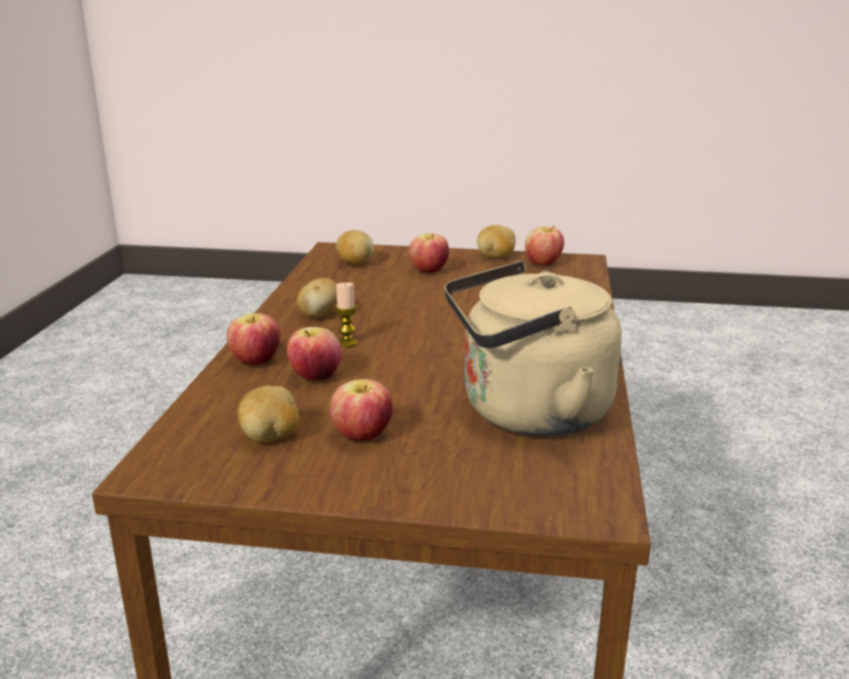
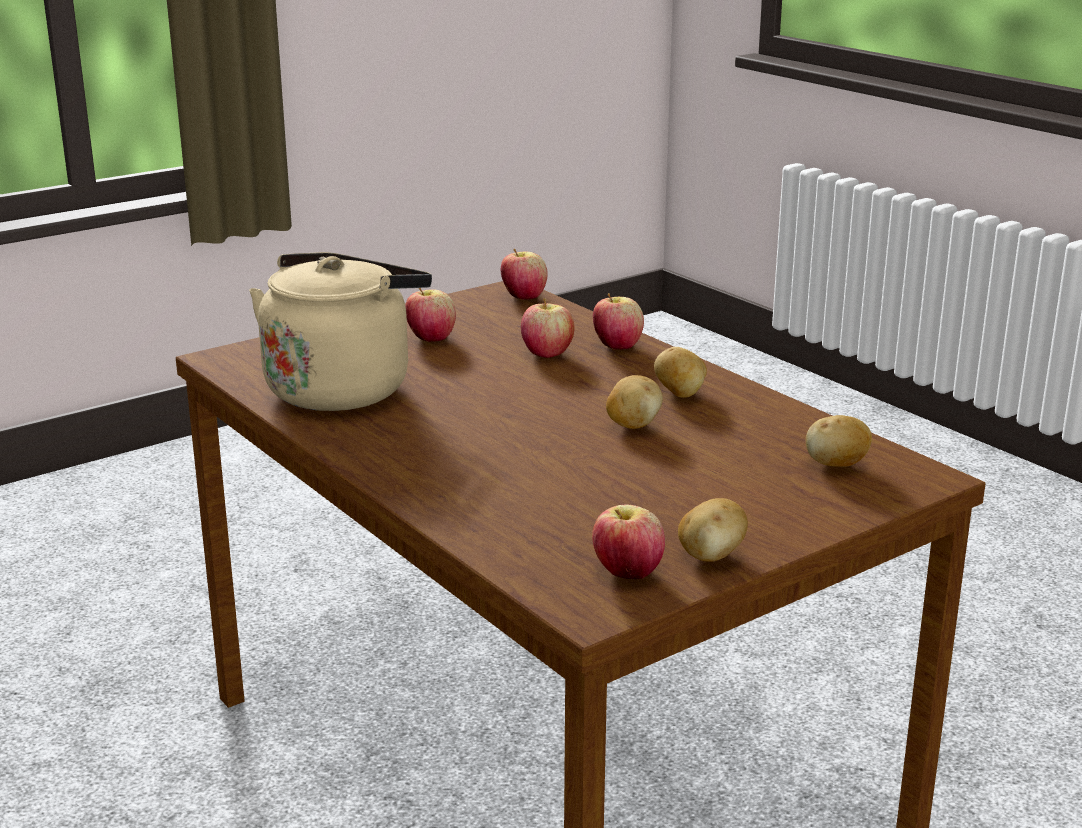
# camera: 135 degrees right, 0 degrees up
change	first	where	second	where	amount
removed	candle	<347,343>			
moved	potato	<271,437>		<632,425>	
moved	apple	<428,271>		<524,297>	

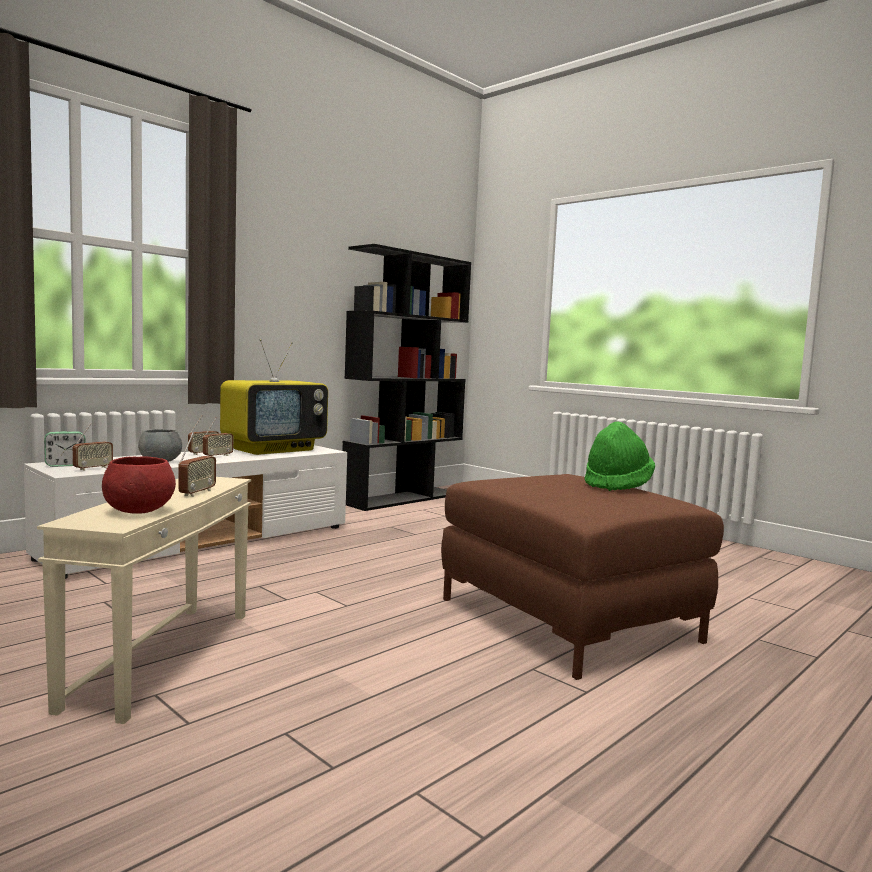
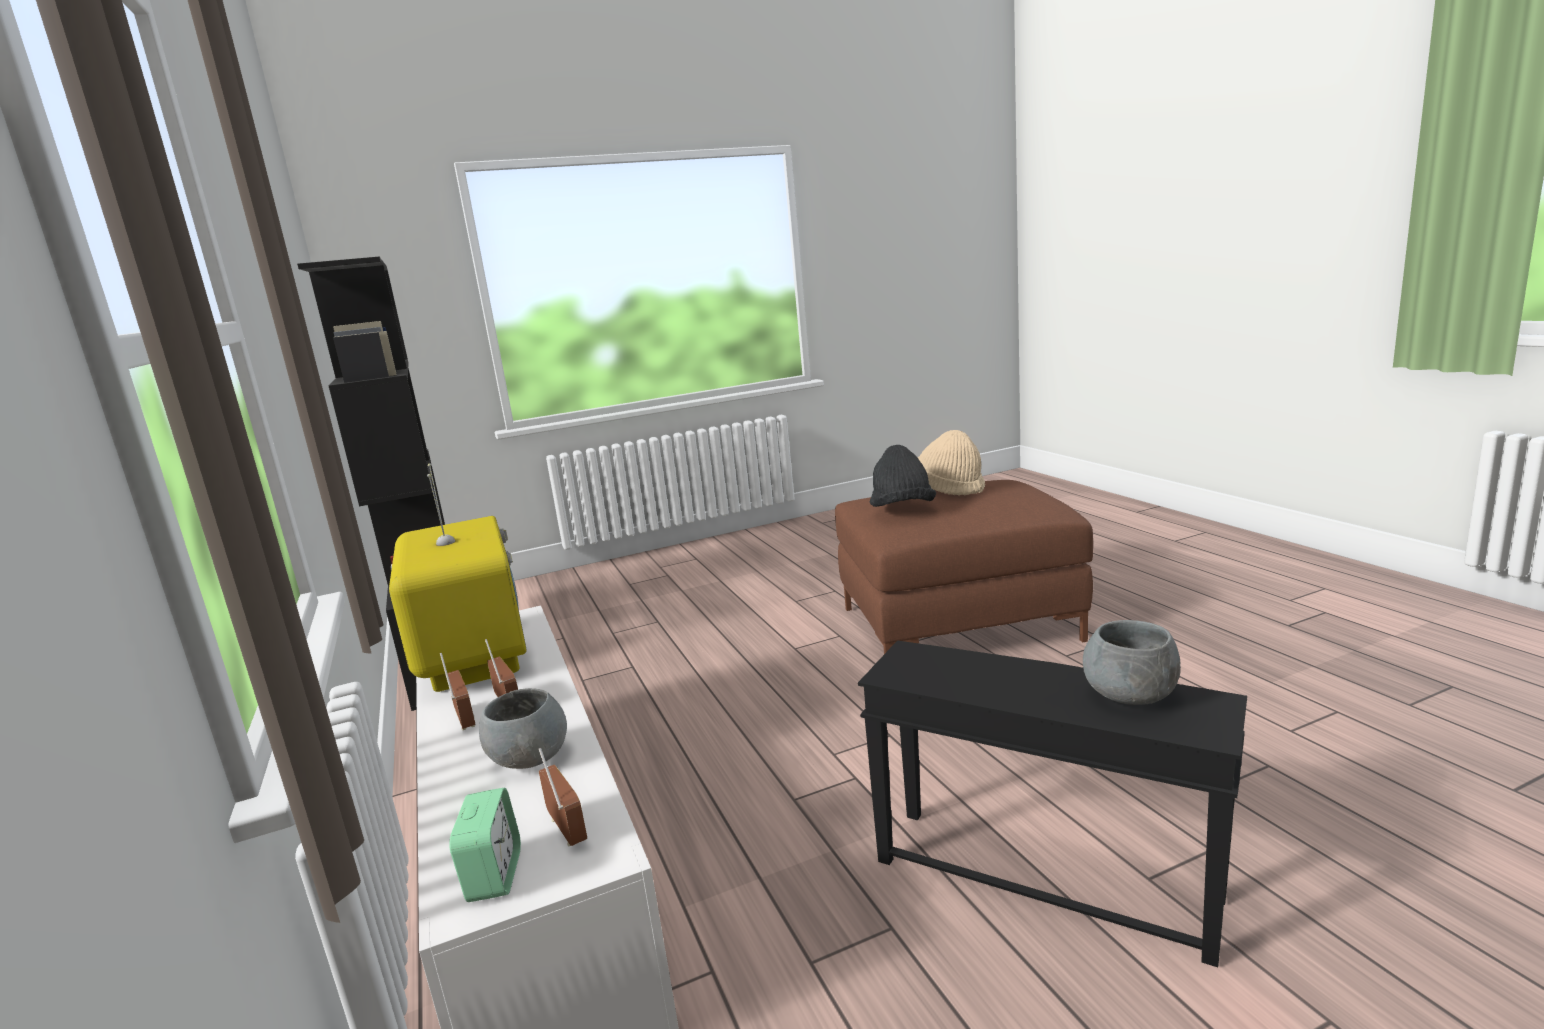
# camera: 65 degrees left, 10 degrees up
change	first	where	second	where	amount
removed	radio	<197,493>			
added			black hat	<902,510>	
recoloured	beige side table	<164,657>	black side table	<1043,877>	
recoloured	red bowl	<138,511>	grey bowl	<1130,696>	
recoloured	green hat	<617,485>	beige hat	<950,488>	

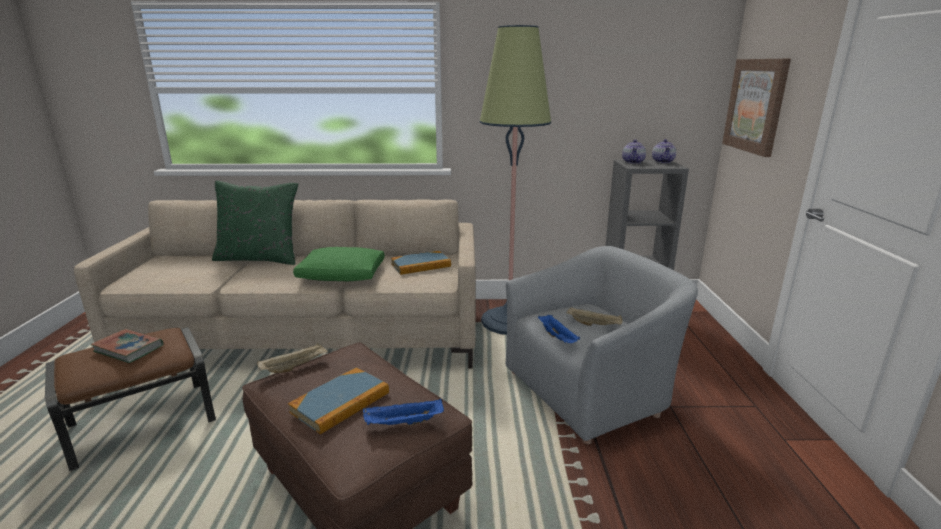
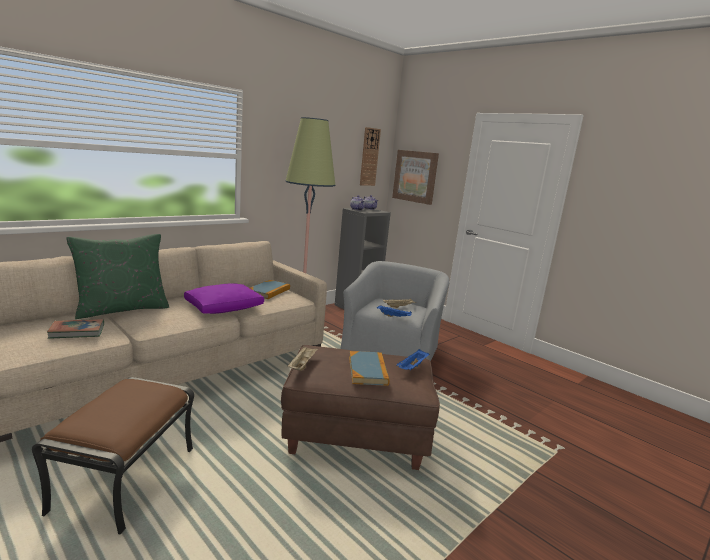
# camera: 45 degrees left, 5 degrees down
change	first	where	second	where	amount
added			wall clock	<369,157>	
moved	book	<128,349>		<77,332>	
recoloured	green pillow	<343,275>	purple pillow	<225,308>	

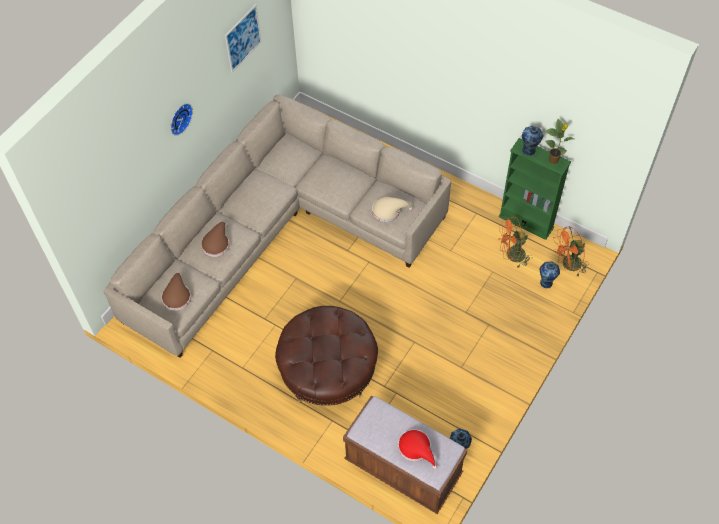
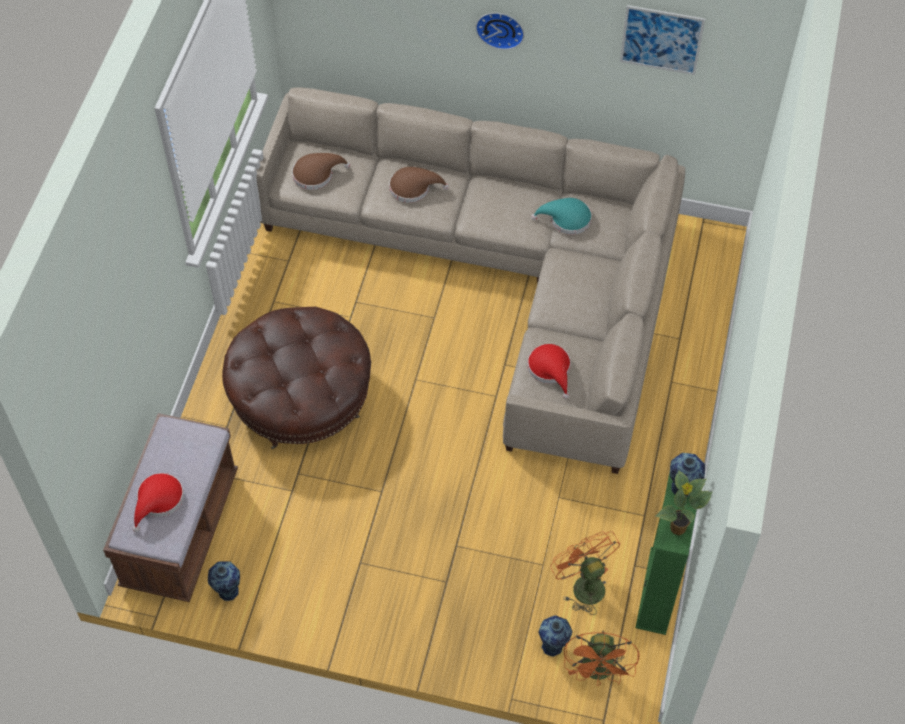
# camera: 70 degrees right, 0 degrees up
change	first	where	second	where	amount
added			turquoise hat	<566,219>	
recoloured	beige hat	<388,211>	red hat	<550,370>	
turned	orange fan	<568,265>		<599,672>	135 degrees counterclockwise

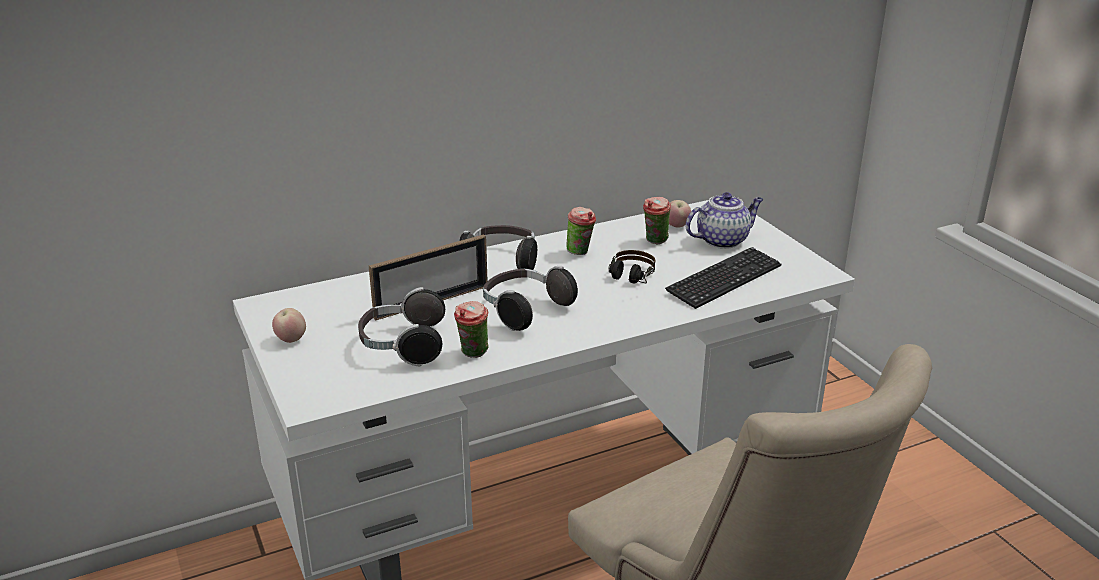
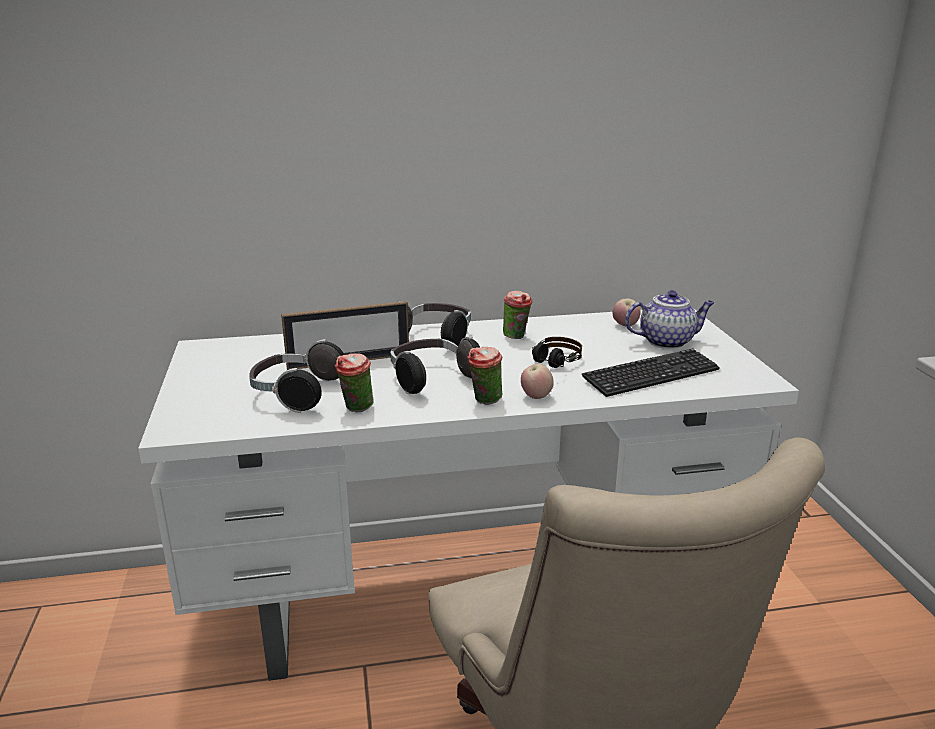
# camera: 15 degrees right, 5 degrees down
change	first	where	second	where	amount
moved	apple	<291,339>		<536,396>	
moved	cup	<655,242>		<485,401>	

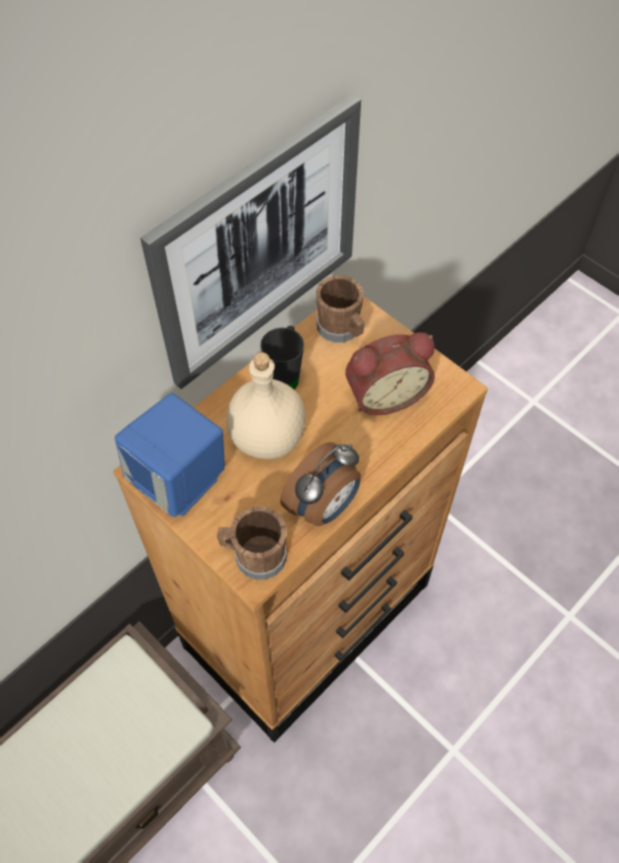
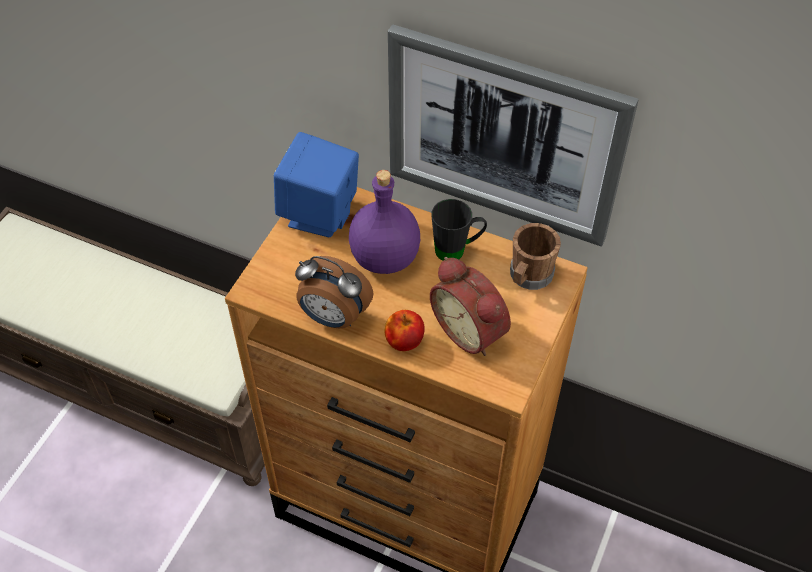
# camera: 70 degrees right, 5 degrees down
change	first	where	second	where	amount
removed	brown mug	<254,555>			
added			apple	<404,341>	
recoloured	beige bottle	<268,437>	purple bottle	<386,258>	

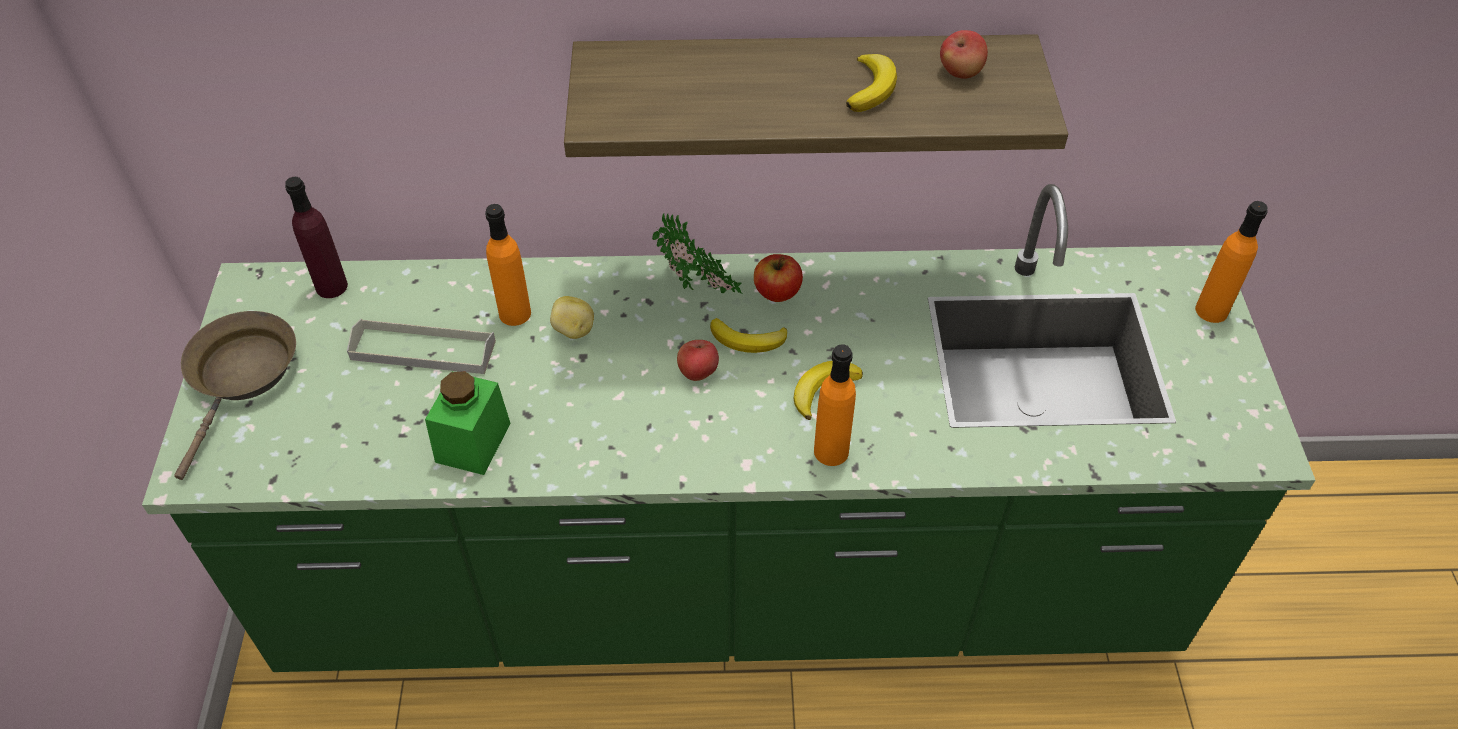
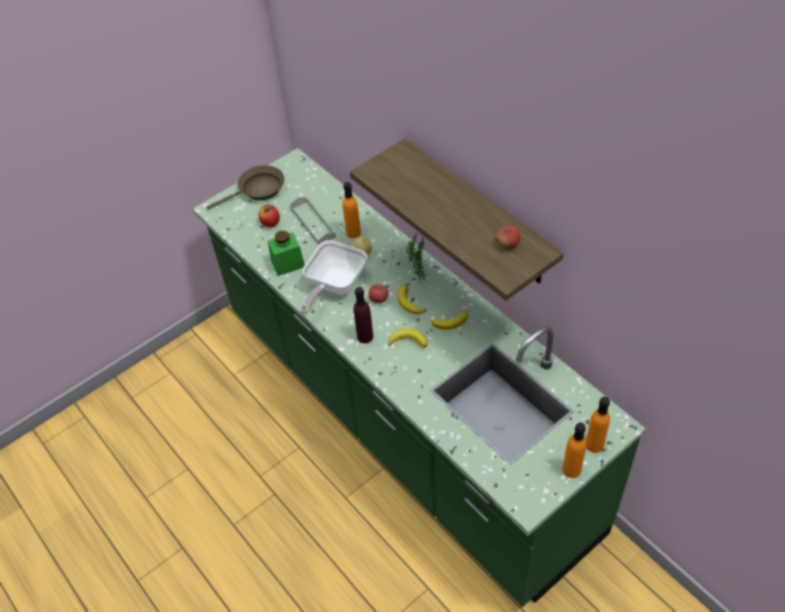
# camera: 55 degrees right, 0 degrees up
change	first	where	second	where	amount
added			frying pan	<333,286>	
moved	purple bottle	<331,286>		<365,337>	
moved	apple	<777,292>		<270,222>	
moved	orange bottle	<831,451>		<571,469>	
moved	banana	<871,87>		<452,322>	

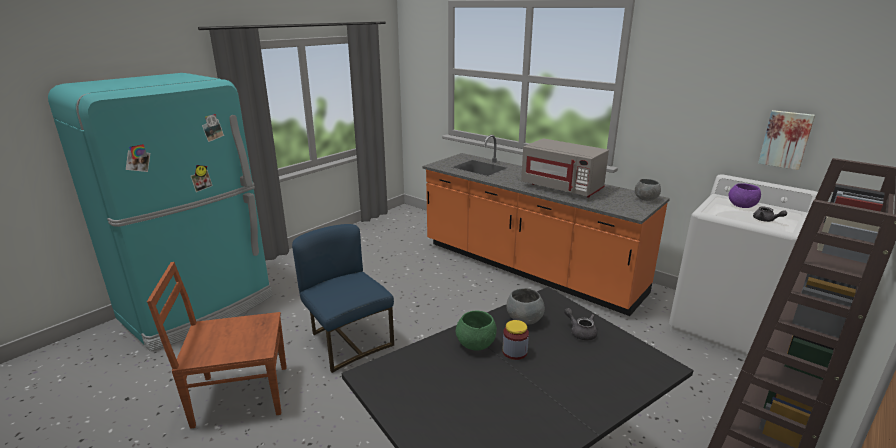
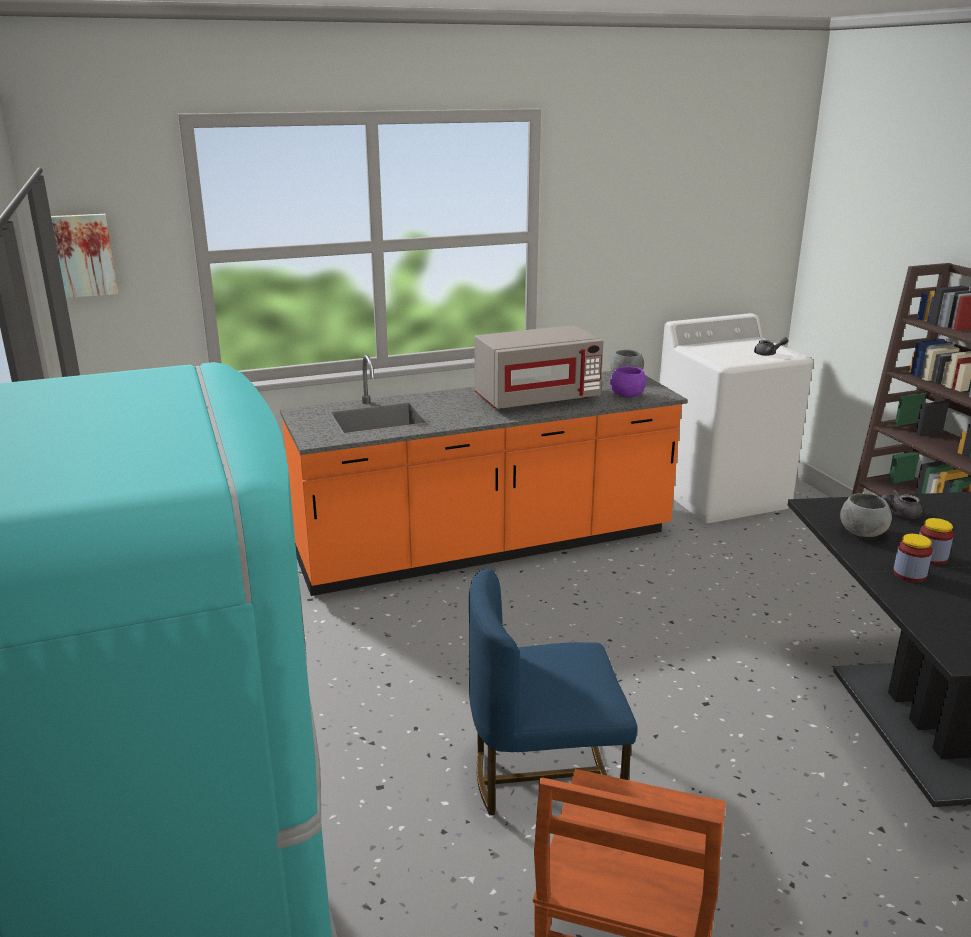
# camera: 60 degrees left, 0 degrees up
change	first	where	second	where	amount
moved	purple bowl	<741,206>		<627,396>	
moved	picture	<785,139>		<84,255>	
replaced	green bowl	<475,344>	jar	<909,574>	

